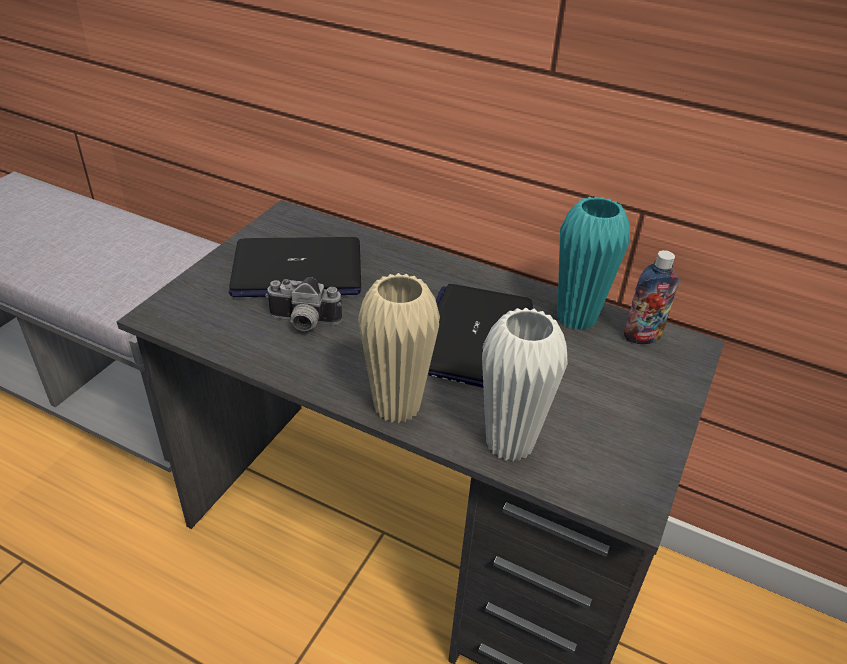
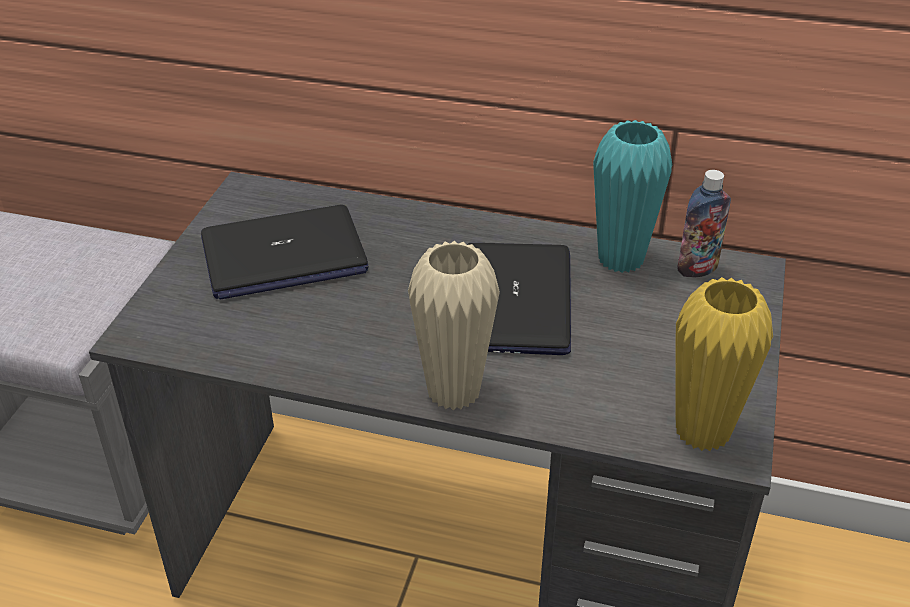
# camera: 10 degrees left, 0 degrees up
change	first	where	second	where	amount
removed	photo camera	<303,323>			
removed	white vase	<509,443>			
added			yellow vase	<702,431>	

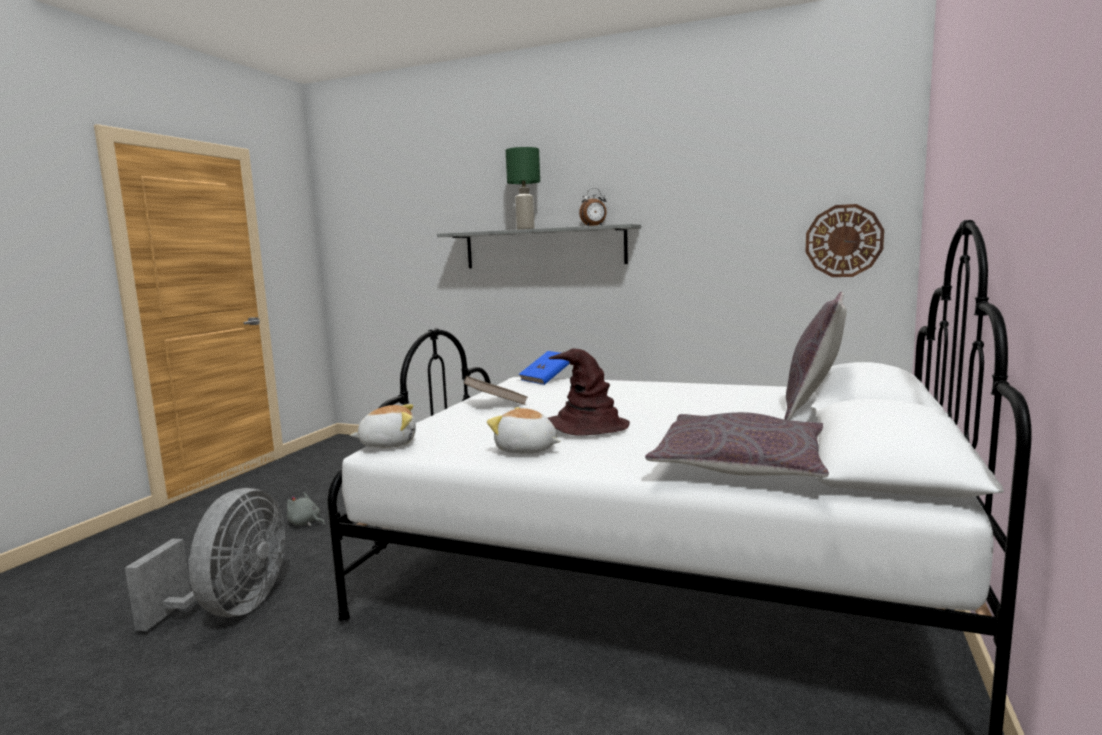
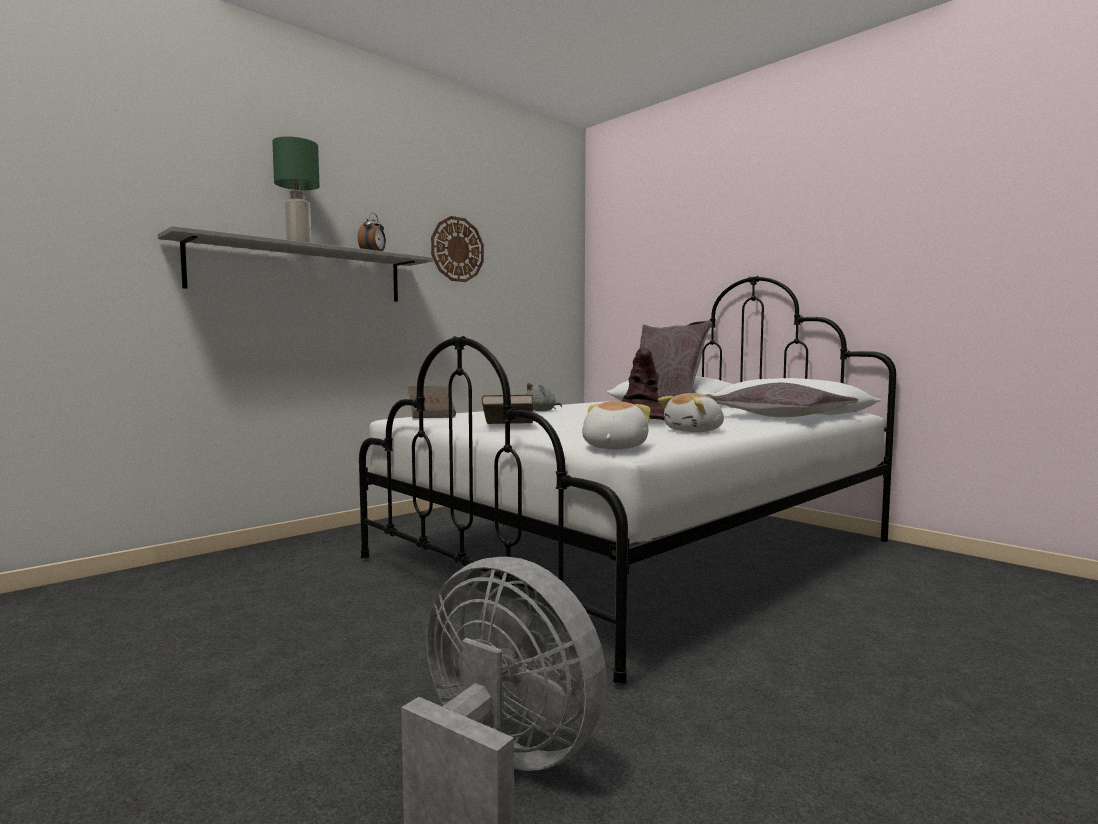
# camera: 65 degrees left, 5 degrees down
change	first	where	second	where	amount
moved	grey plush toy	<305,523>		<542,411>	
moved	wall clock	<843,241>		<457,249>	
recoloured	blue book	<547,379>	brown book	<431,415>	

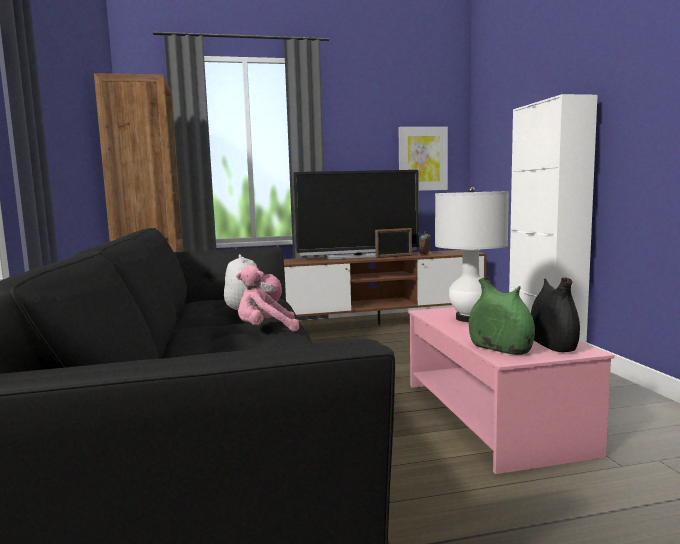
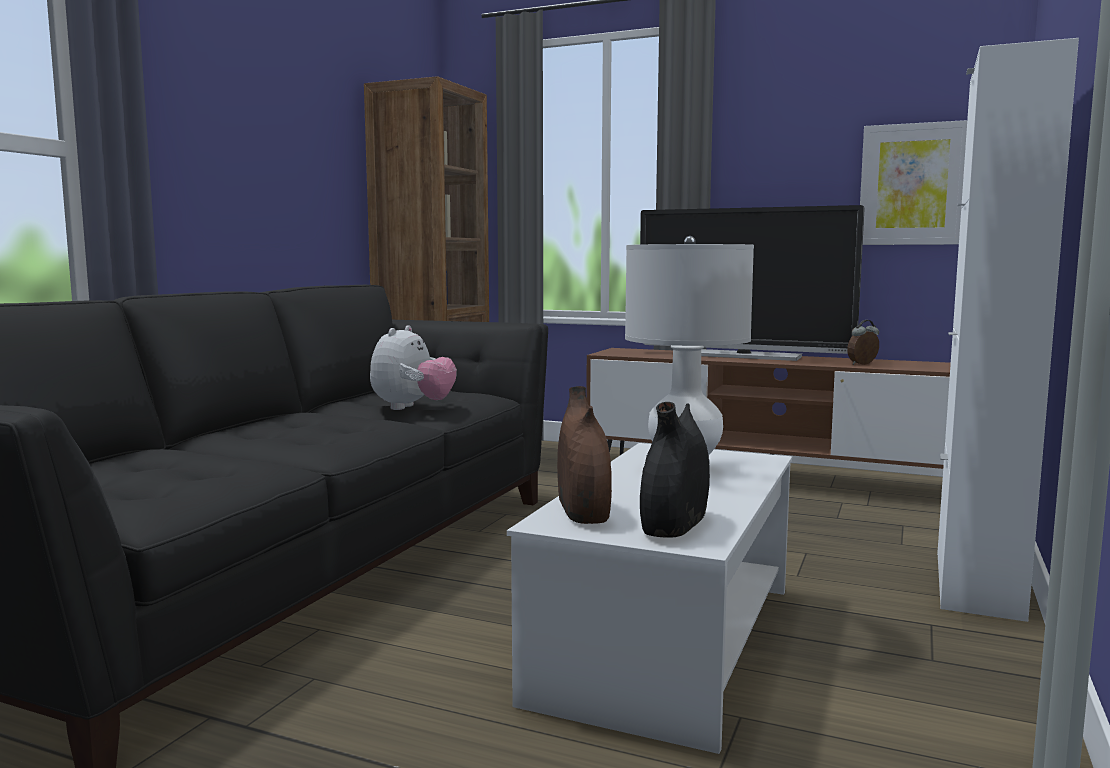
# camera: 35 degrees right, 0 degrees up
change	first	where	second	where	amount
removed	pink plush toy	<265,330>			
removed	picture frame	<394,256>			
recoloured	pink coffee table	<491,415>	white coffee table	<669,640>	
recoloured	green vase	<500,349>	brown vase	<583,511>	

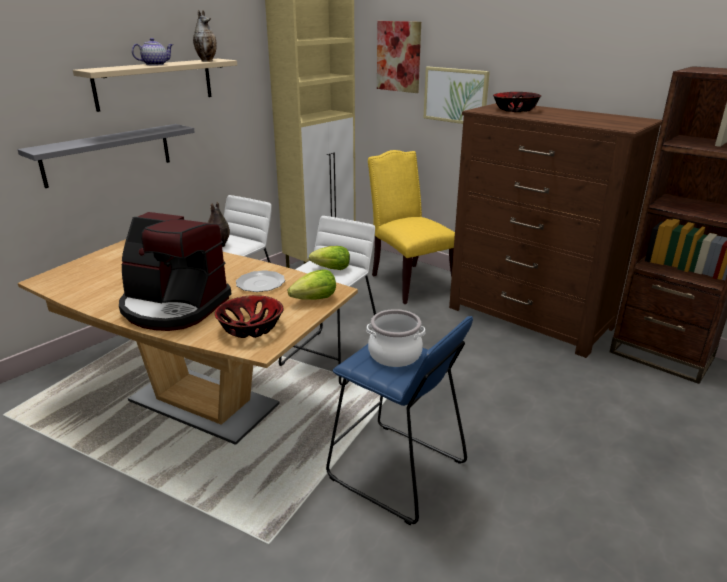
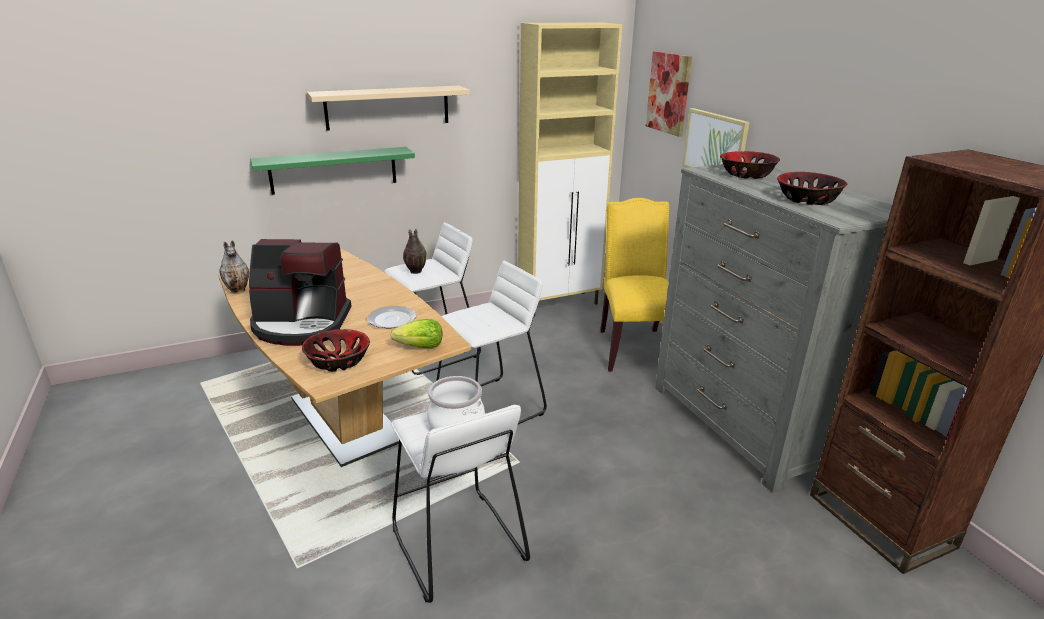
# camera: 25 degrees right, 0 degrees up
change	first	where	second	where	amount
removed	teapot	<155,64>			
removed	lettuce	<332,269>			
added			bowl	<807,200>	
moved	vase	<207,61>		<238,290>	
recoloured	grey shelf	<107,154>	green shelf	<333,170>	
recoloured	blue stool	<396,471>	white stool	<456,544>	
recoloured	brown dresser	<529,318>	grey dresser	<741,424>	
turned	coffee machine	<174,307>		<301,324>	45 degrees counterclockwise

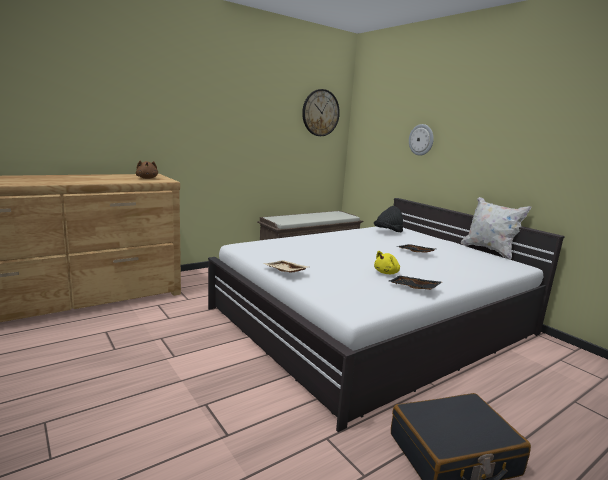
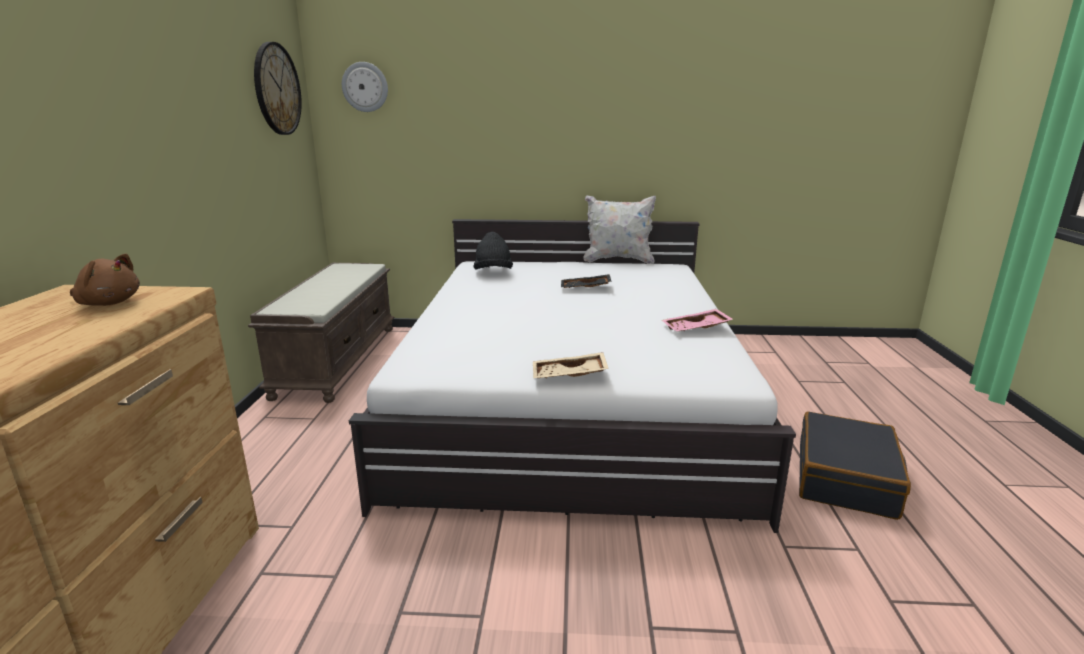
# camera: 50 degrees left, 5 degrees up
change	first	where	second	where	amount
removed	yellow plush toy	<387,273>			
moved	wall clock	<421,140>		<365,87>	
recoloured	black tray	<413,288>	pink tray	<696,329>	

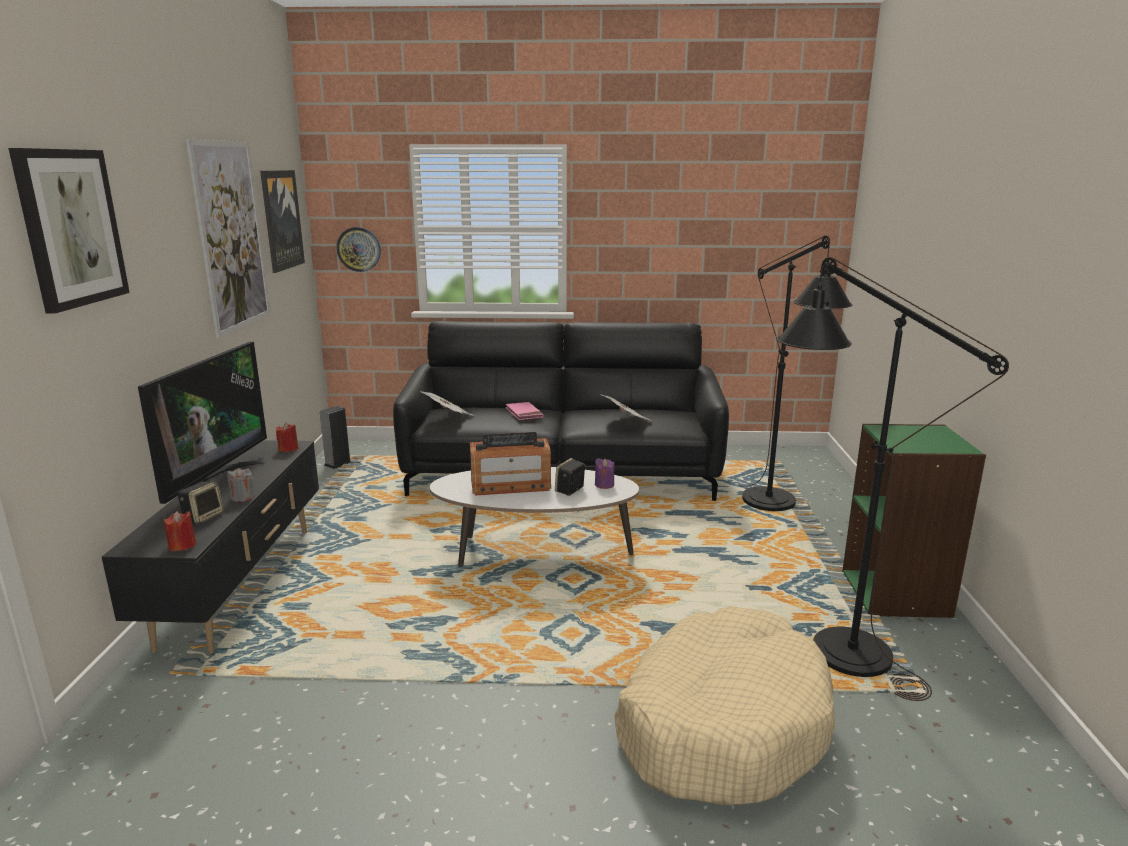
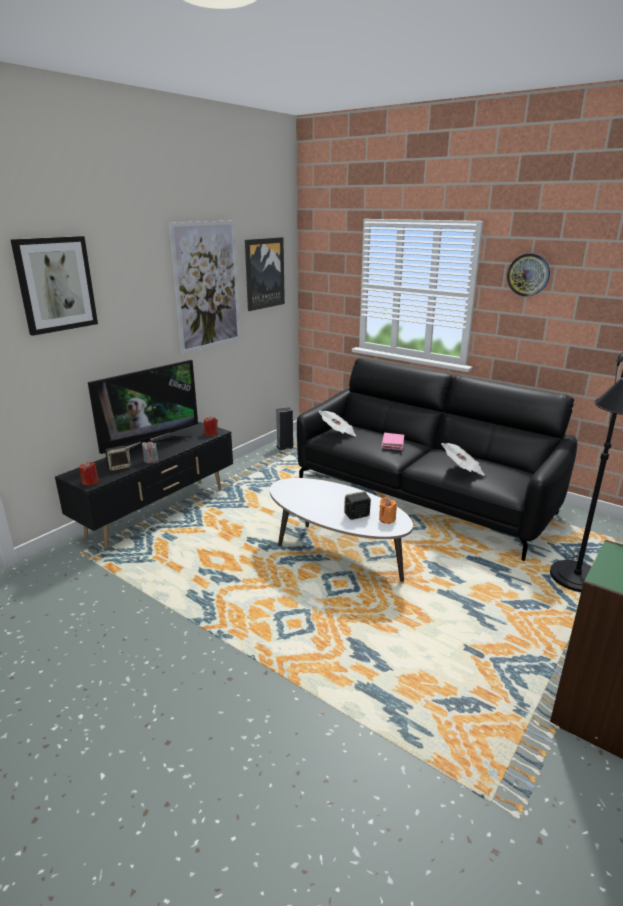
# camera: 35 degrees right, 5 degrees up
change	first	where	second	where	amount
removed	radio	<510,485>			
removed	beige dog bed	<721,724>			
removed	black floor lamp	<832,643>			
moved	wall clock	<359,249>		<528,274>	
recoloured	purple candle	<604,484>	orange candle	<387,519>	

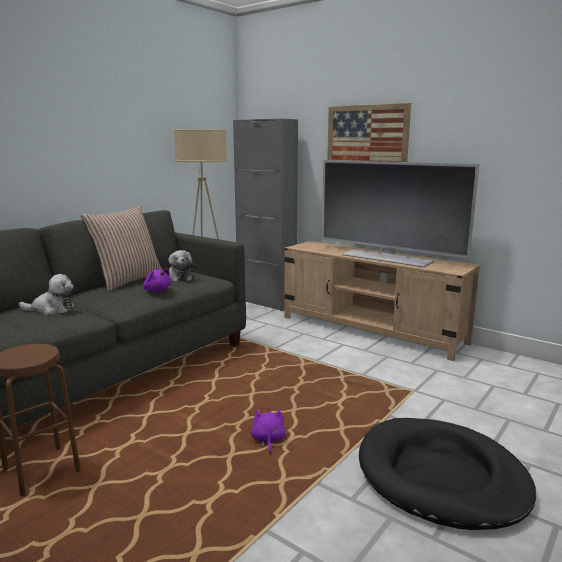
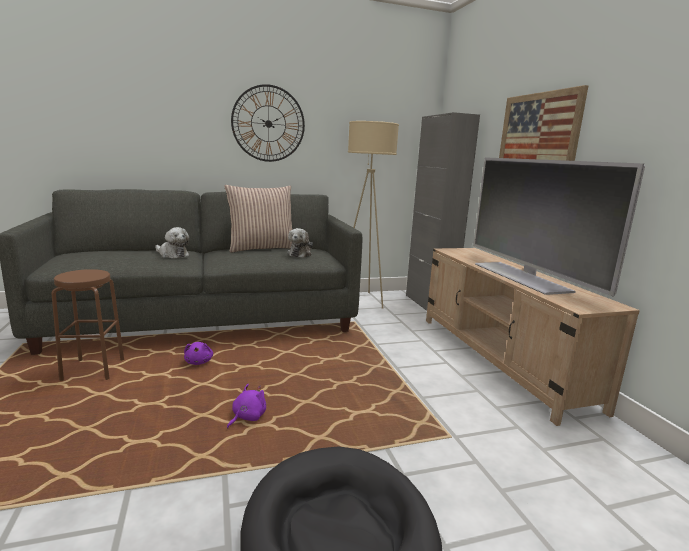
# camera: 35 degrees right, 0 degrees up
change	first	where	second	where	amount
added			wall clock	<268,123>	
moved	purple plush toy	<157,290>		<199,362>	

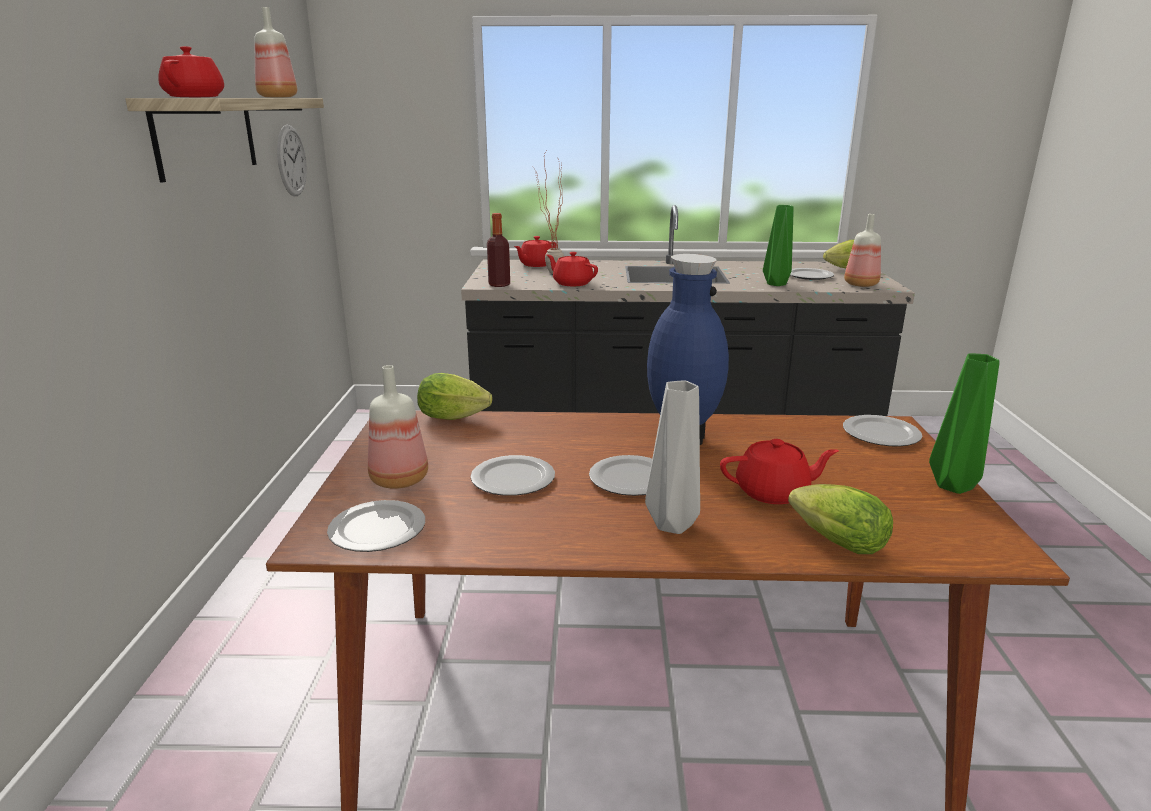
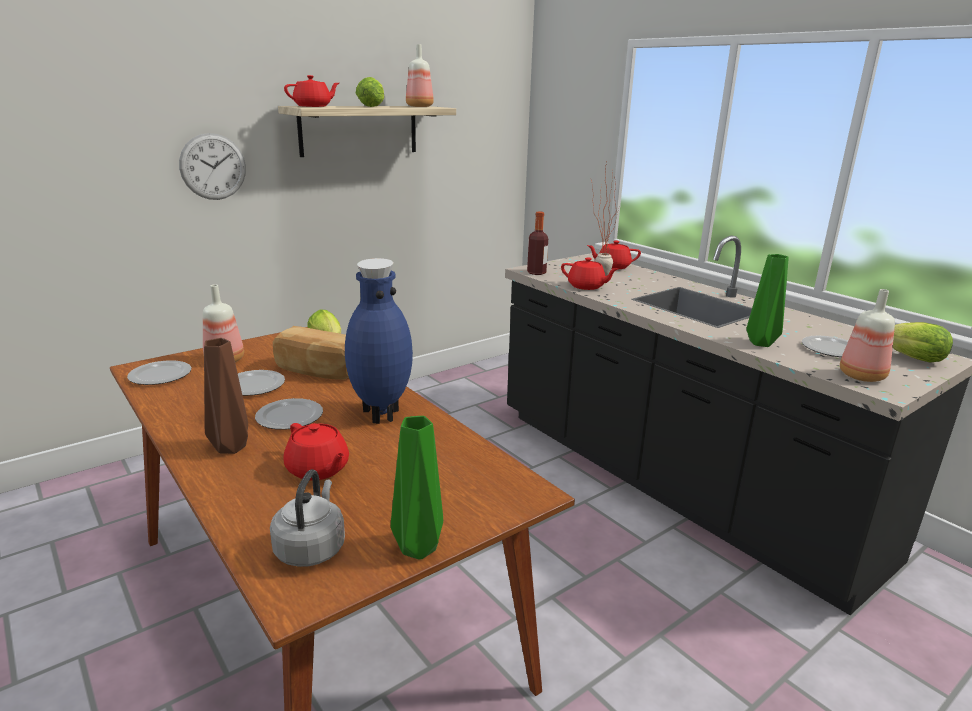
# camera: 50 degrees right, 0 degrees up
change	first	where	second	where	amount
removed	plate	<880,433>			
added			grey kettle	<311,548>	
added			bread	<318,371>	
moved	wall clock	<291,161>		<213,167>	
moved	lettuce	<832,541>		<372,106>	
recoloured	grey vase	<670,525>	brown vase	<230,447>	
turned	red teapot	<572,283>		<586,286>	120 degrees clockwise

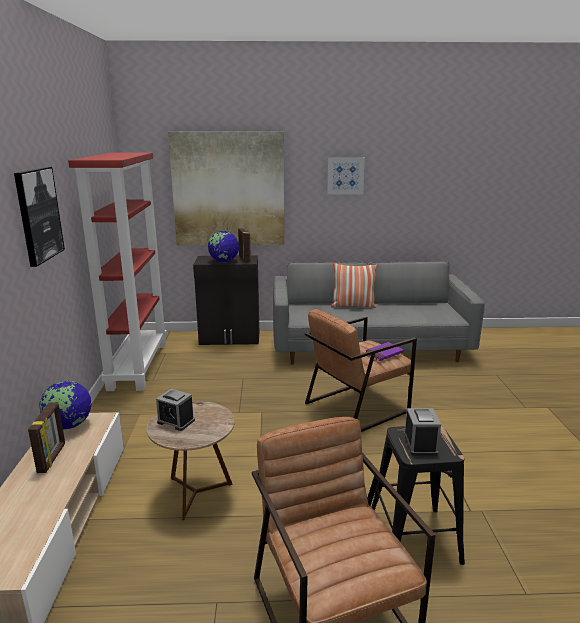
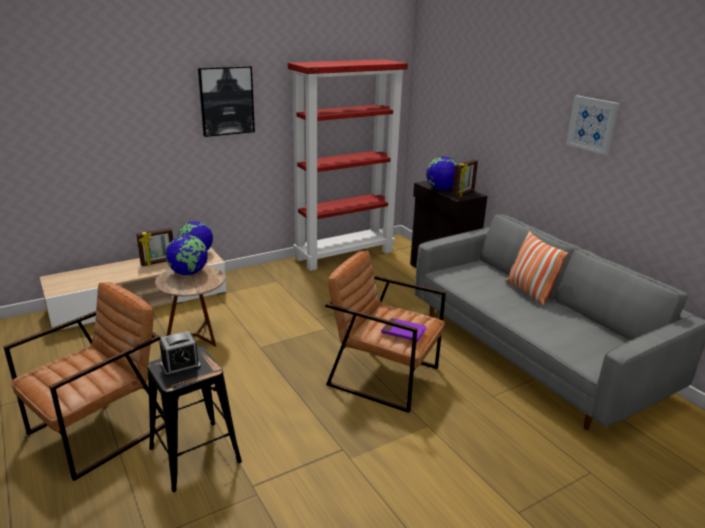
# camera: 60 degrees right, 5 degrees up
change	first	where	second	where	amount
removed	picture	<228,189>			
replaced	alarm clock	<176,421>	globe	<188,273>	

